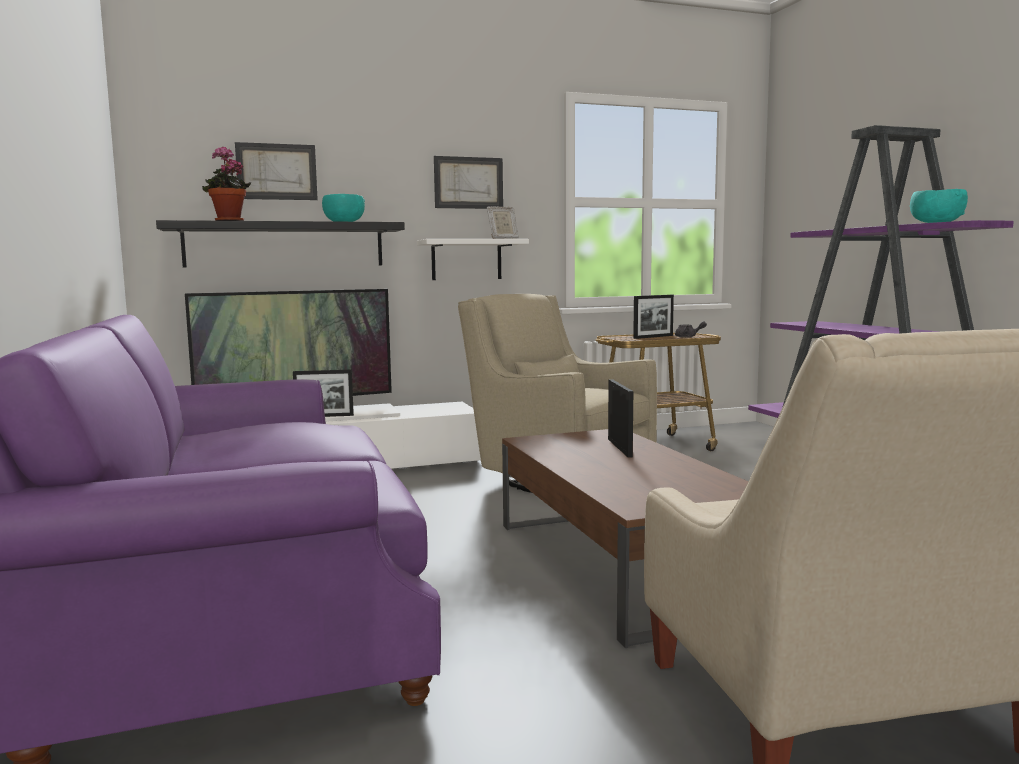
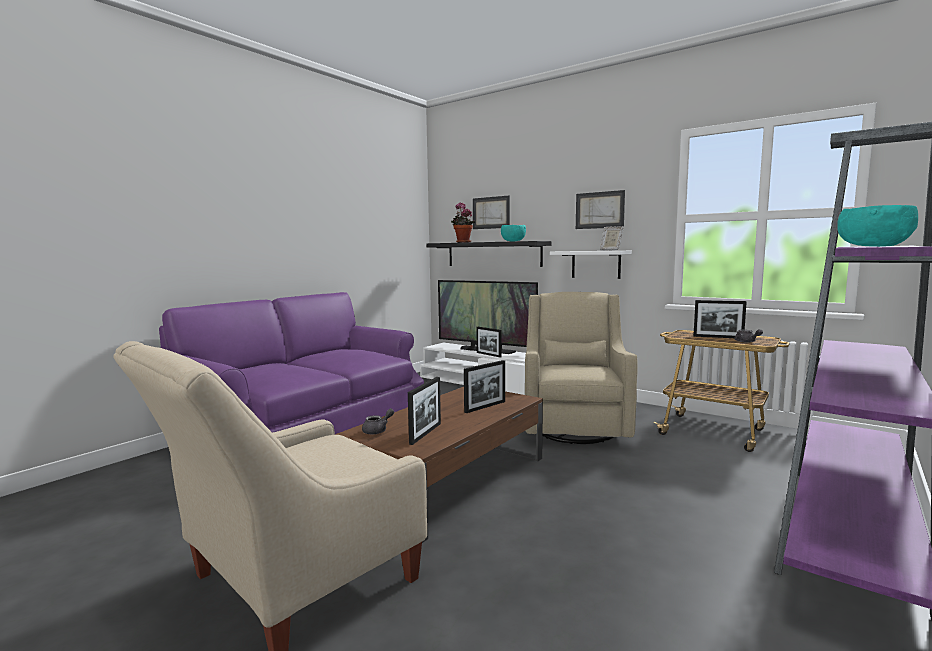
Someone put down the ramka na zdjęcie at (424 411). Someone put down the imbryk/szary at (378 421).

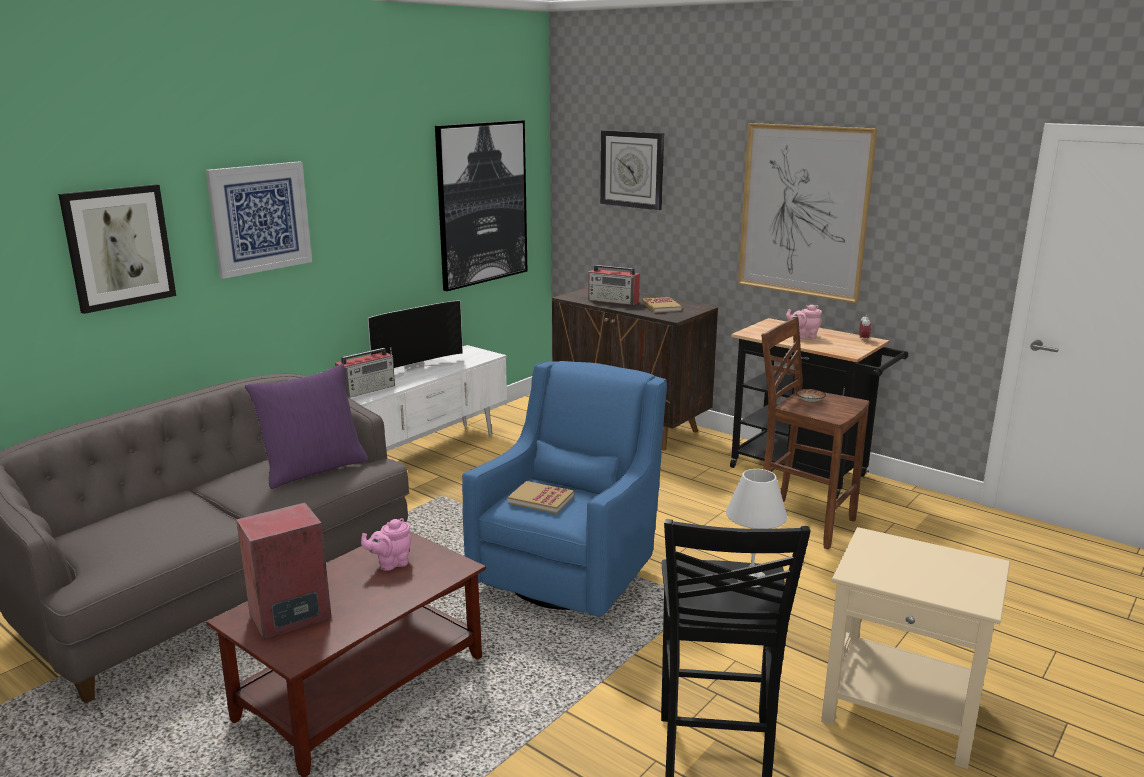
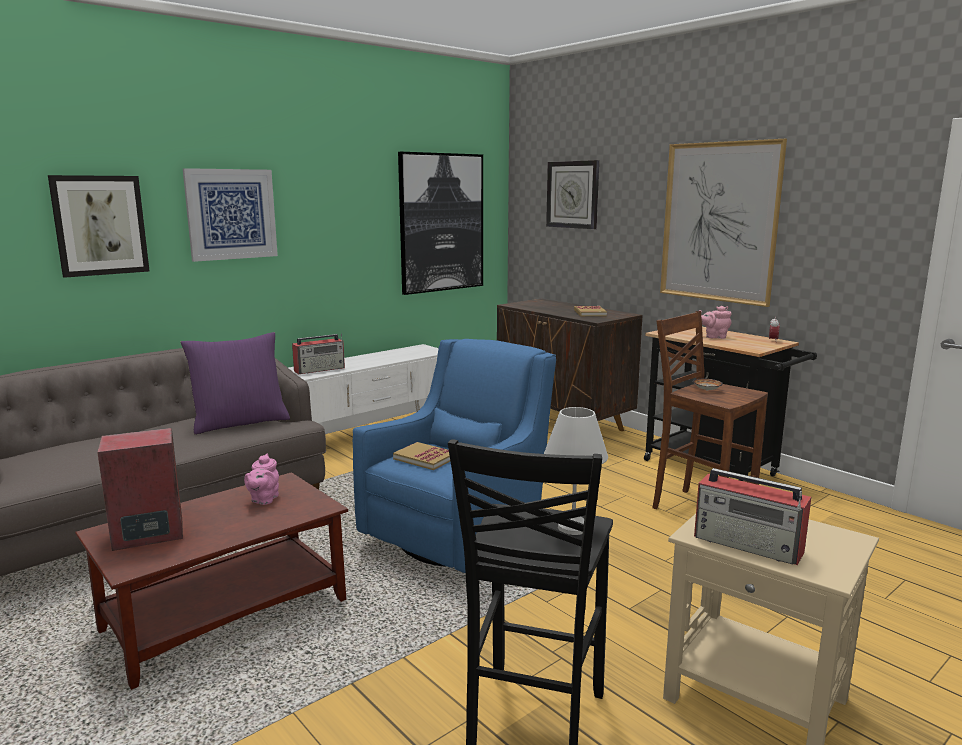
Someone carried the radio from (614 285) to (752 516). Someone took away the telewizor at (415 339). Someone rotated the imbryk/różowy at (386 544) by 60 degrees counterclockwise.

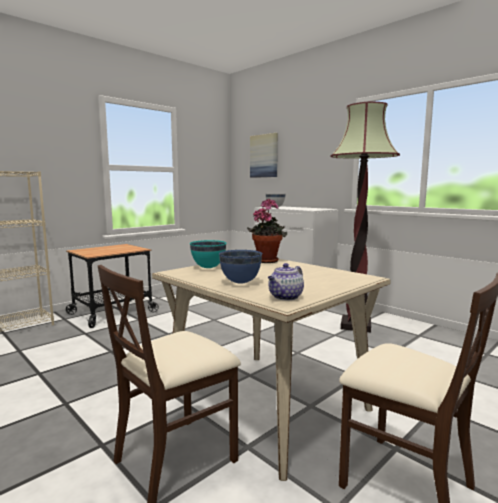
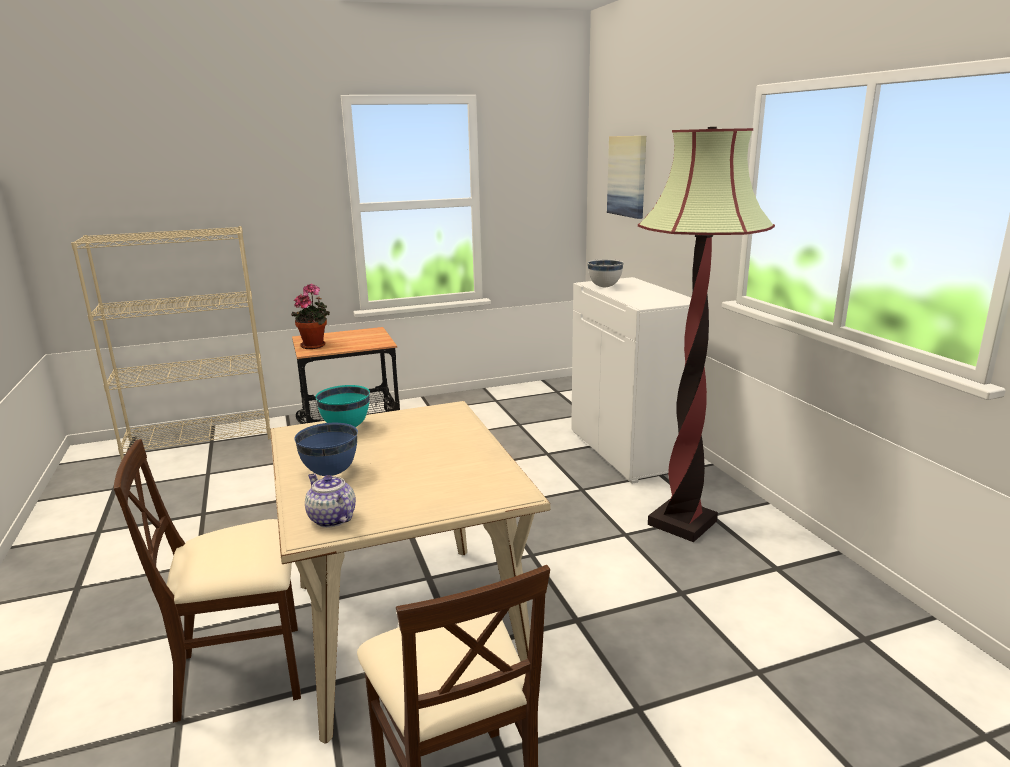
Someone carried the roślina doniczkowa from (267 230) to (310 316). Someone rotated the imbryk at (286 281) by 75 degrees clockwise.

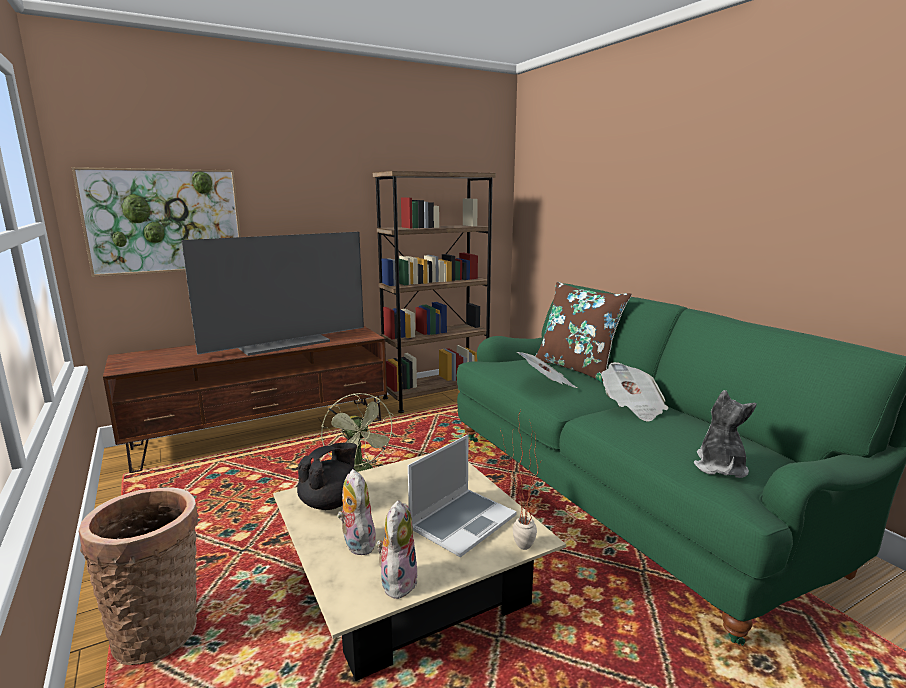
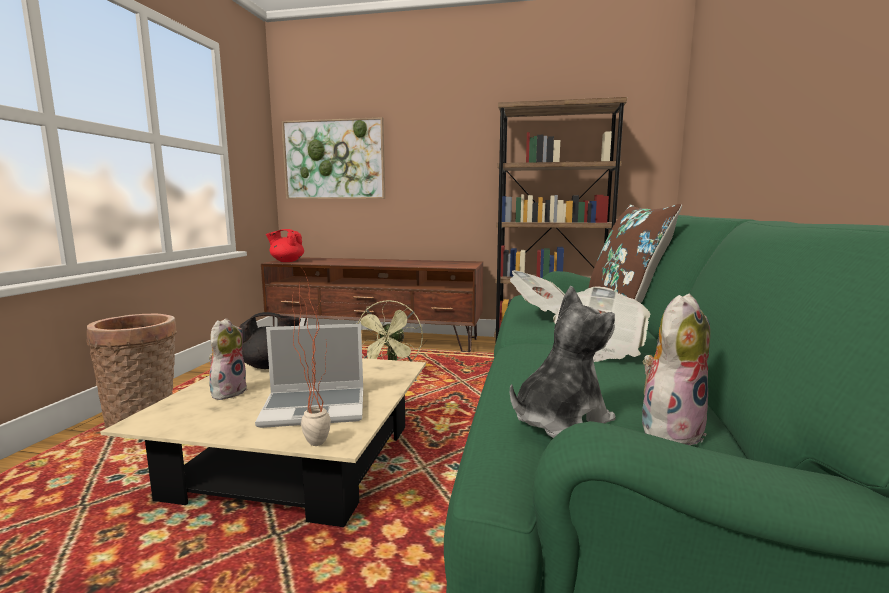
Someone took away the telewizor at (272 294). Someone carried the pluszak from (397 549) to (676 370). Someone put down the imbryk/czerwony at (285 245).

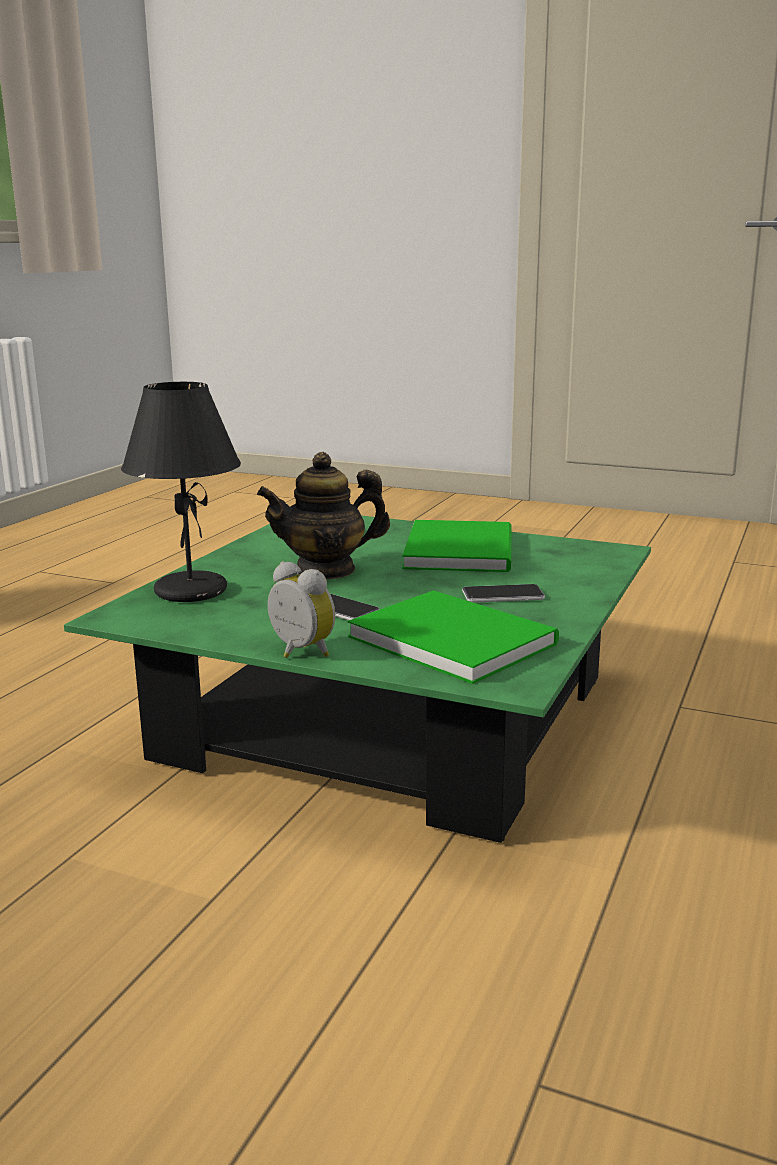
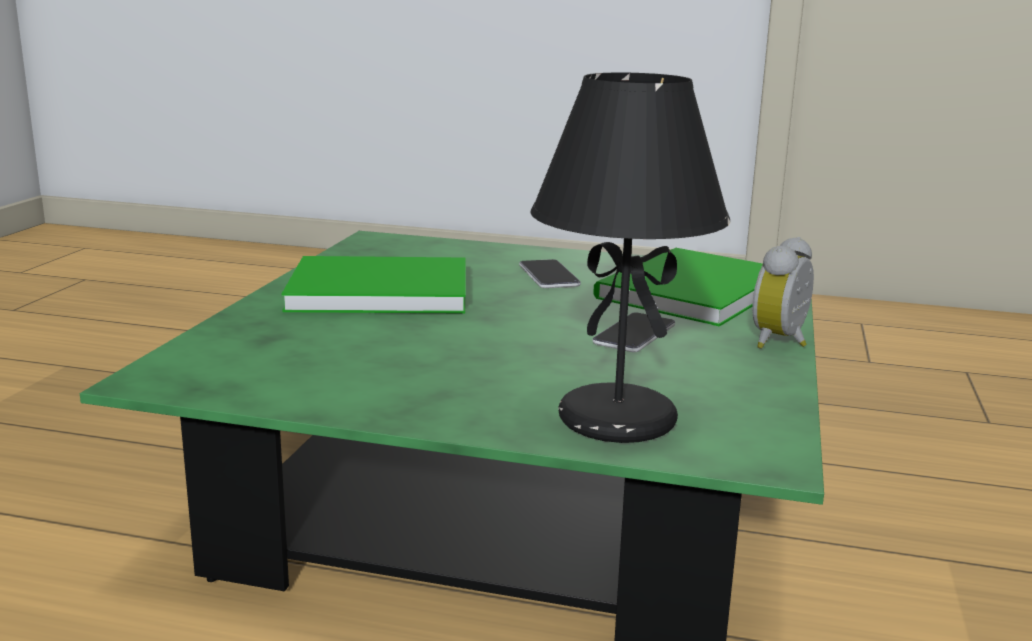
Someone took away the imbryk at (323 516).

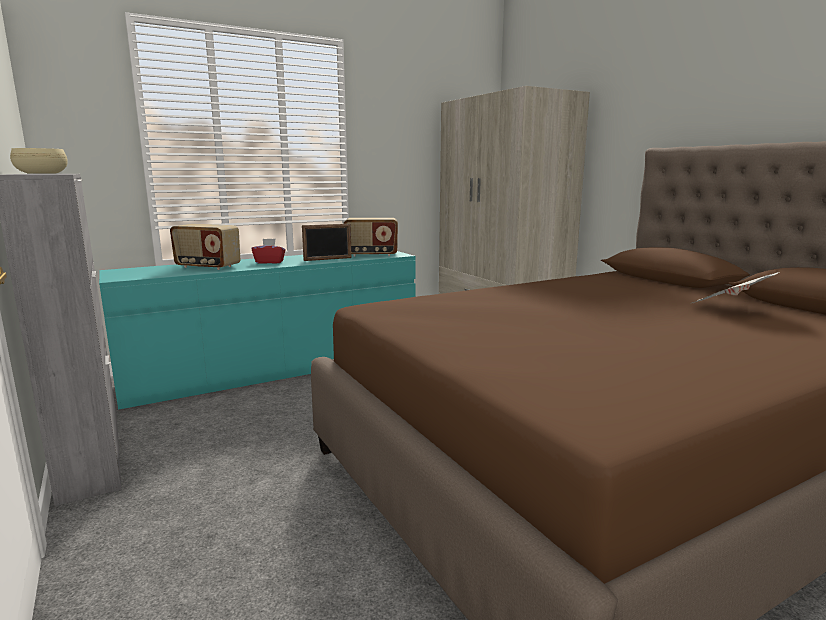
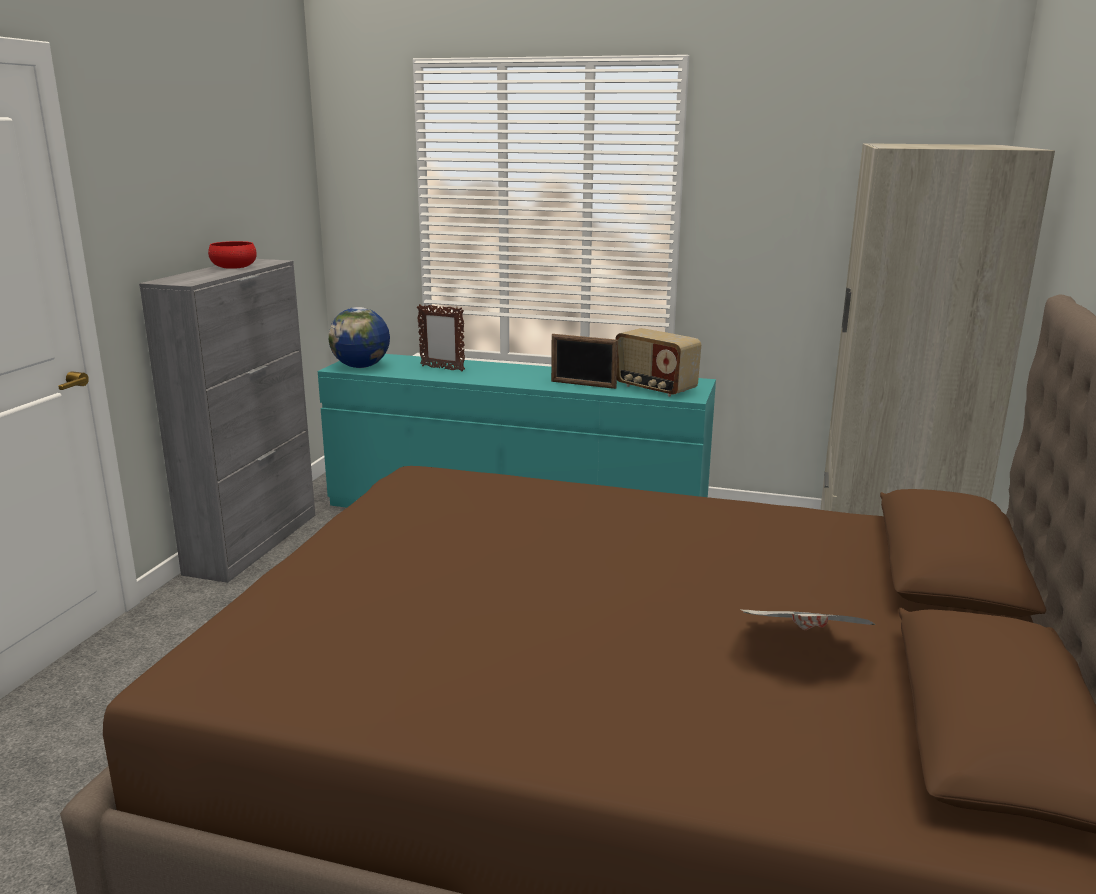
Someone repainted the miska/beżowy at (39 161), which became the miska/czerwony at (232 255). Someone swapped the radio at (205 247) for the ramka na zdjęcie at (441 337). Someone took away the pudełko chusteczek/czerwony at (268 251). Someone put down the globus at (359 337).

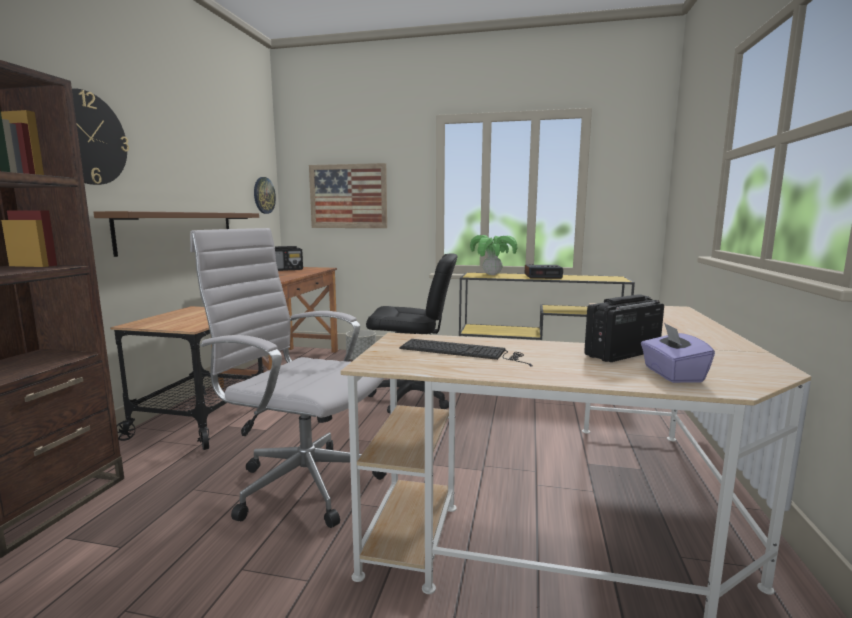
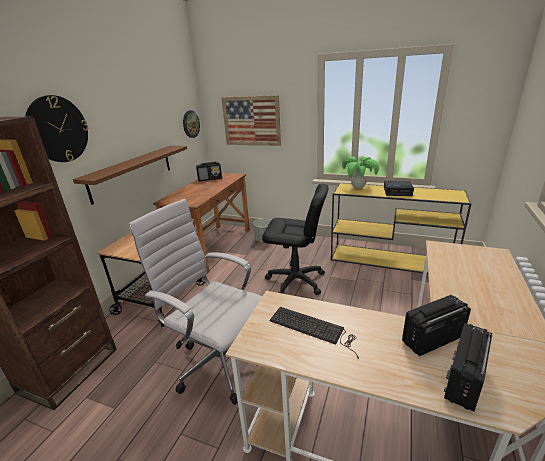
Someone swapped the pudełko chusteczek/fioletowy at (678 353) for the radio at (468 367).

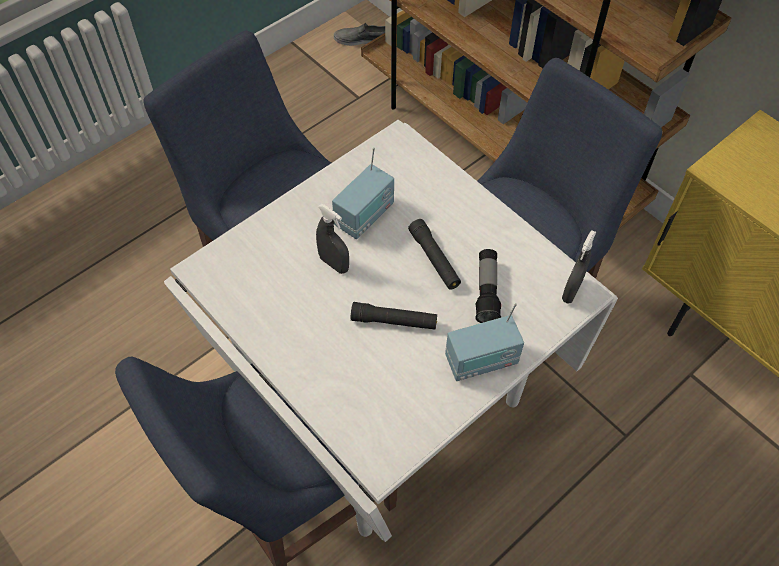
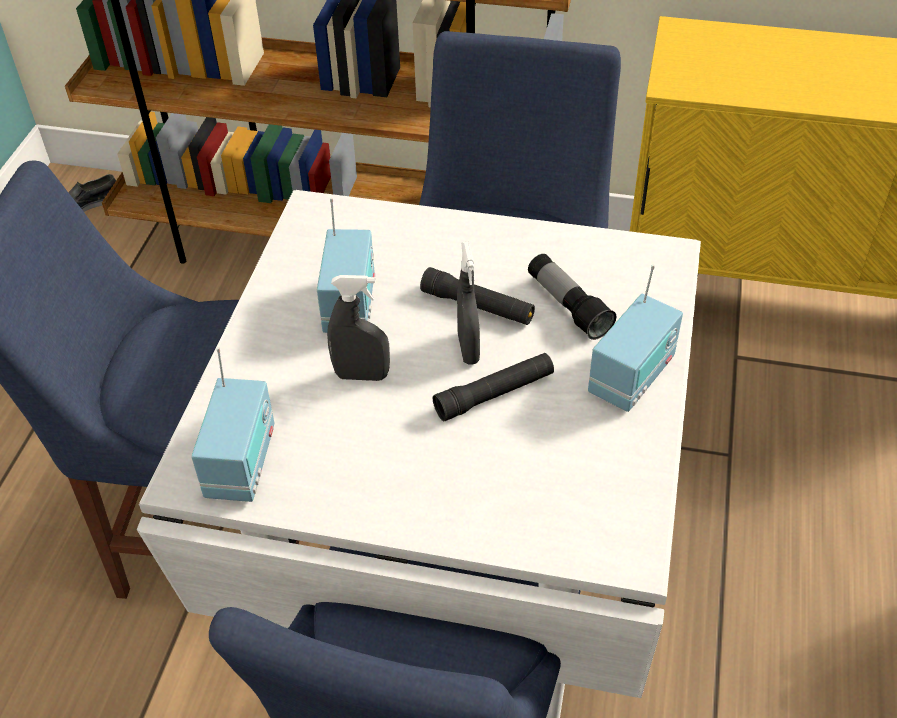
Someone carried the spryskiwacz/szary from (579 266) to (468 303). Someone put down the radio at (232 424).

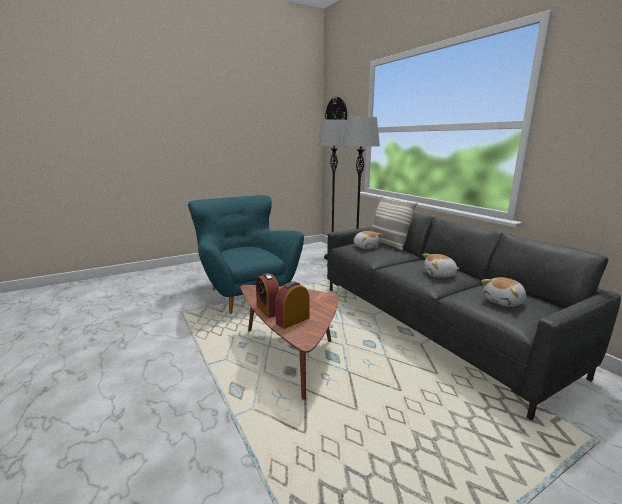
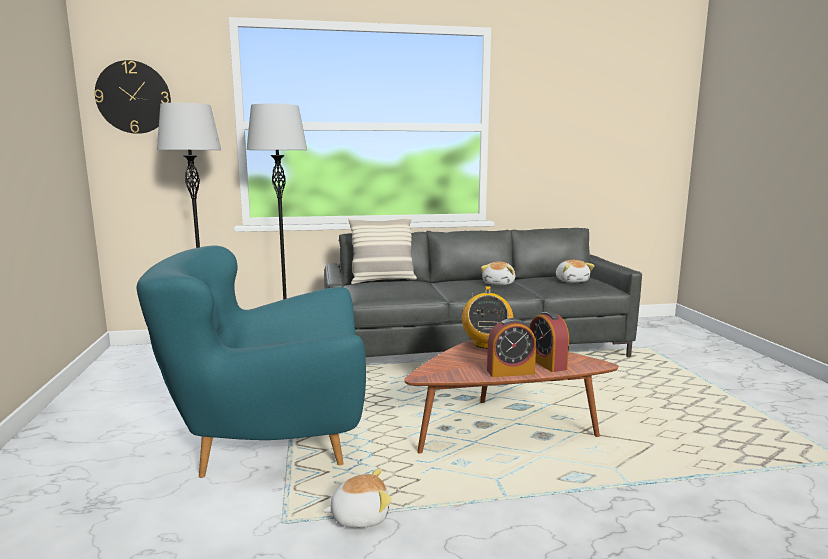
Someone carried the pluszak from (368 240) to (357 498). Someone put down the radio at (487 317).

